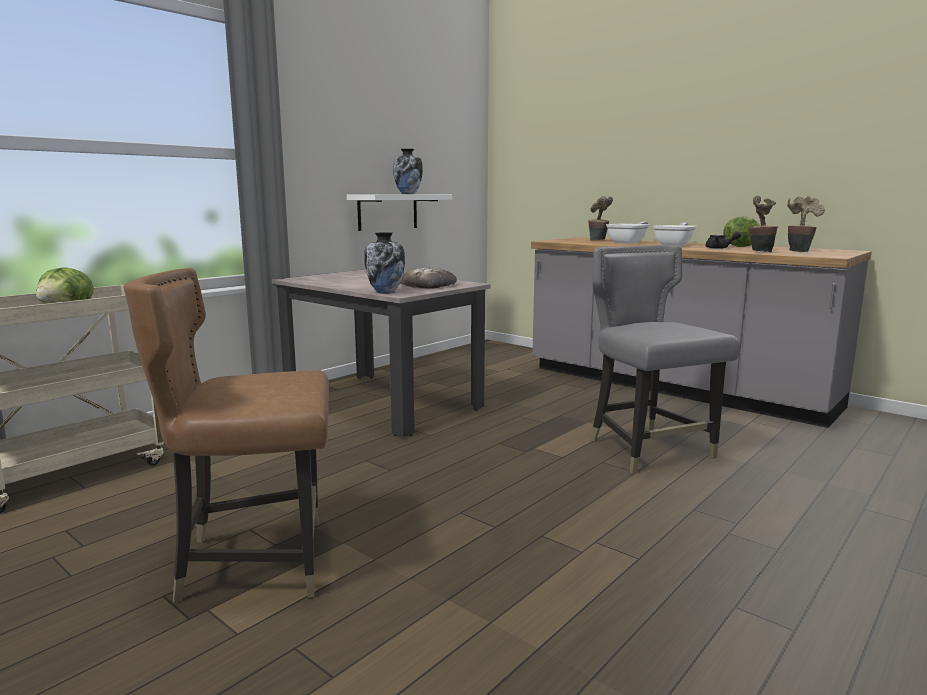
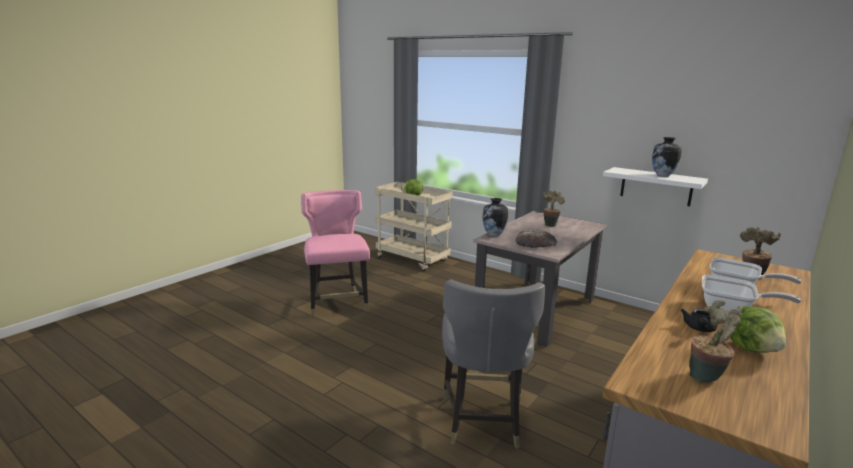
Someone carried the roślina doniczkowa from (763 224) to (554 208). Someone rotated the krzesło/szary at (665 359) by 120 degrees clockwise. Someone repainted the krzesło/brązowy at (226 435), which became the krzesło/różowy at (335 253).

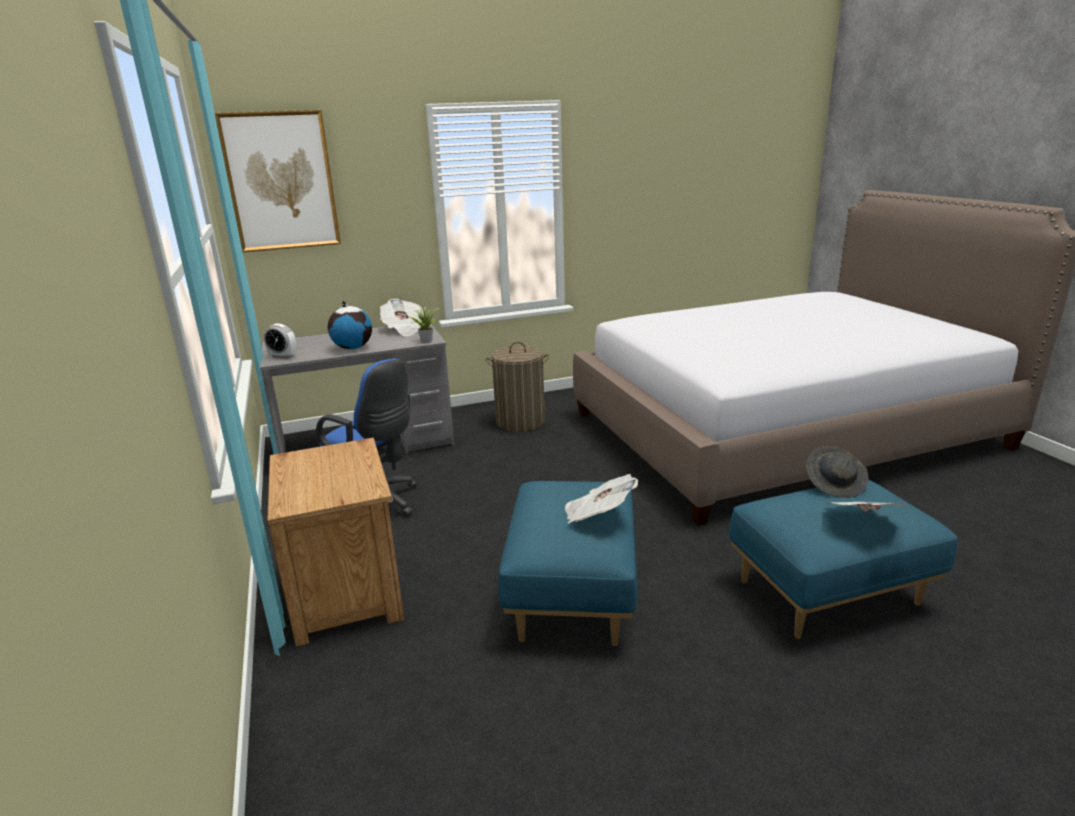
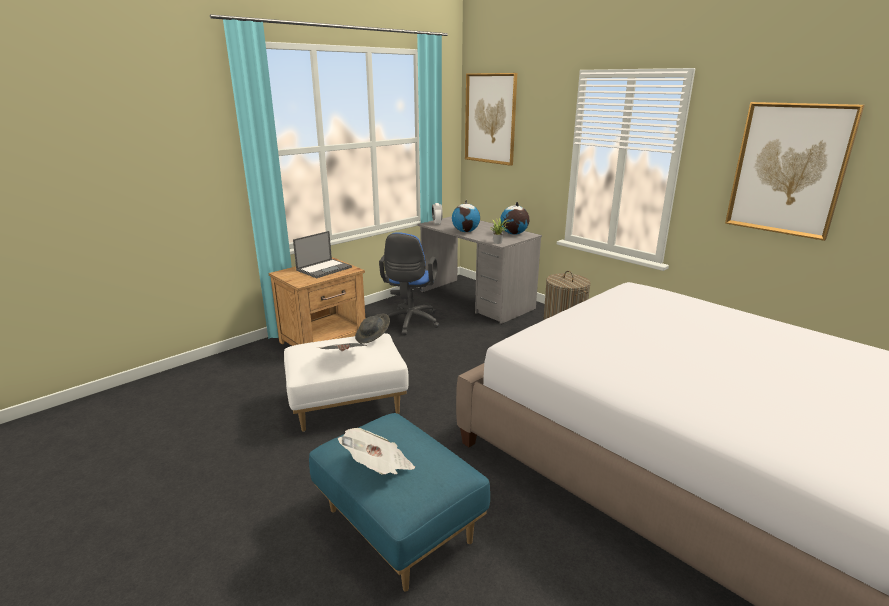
Someone swapped the gazeta at (402 317) for the globus at (514 218). Someone carried the kapelusz/szary from (837 472) to (372 329). Someone repainted the pufa/niebieski at (567 563), which became the pufa/biały at (346 382). Someone put up the obraz at (795 171). Someone put down the laptop at (322 254).

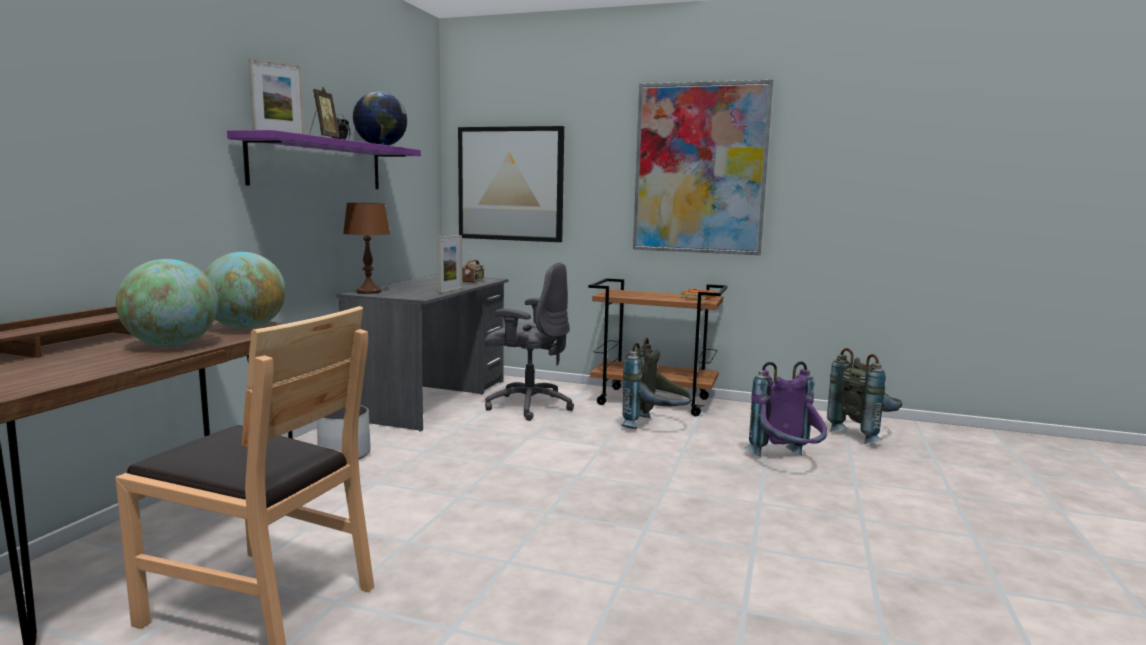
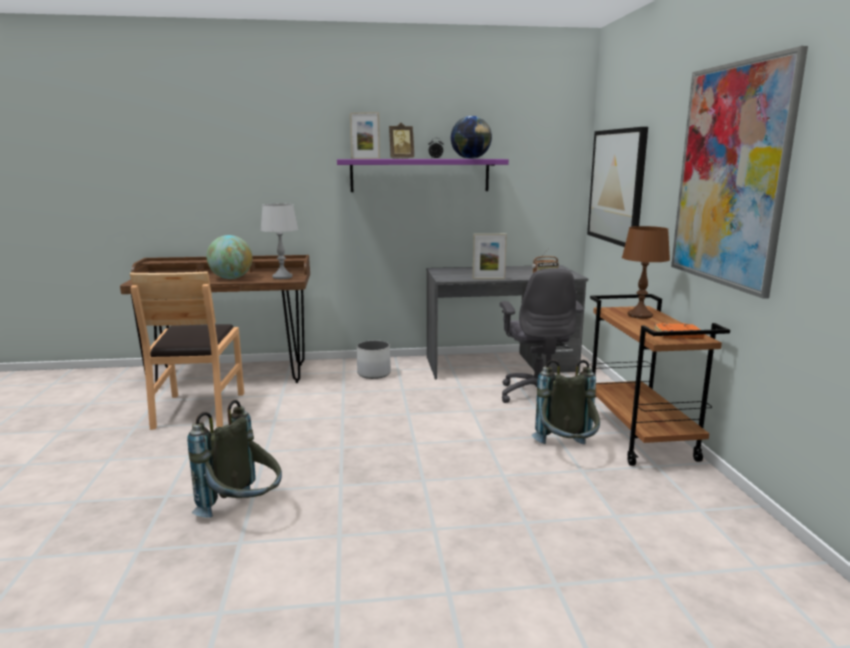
Someone carried the lampa stołowa/brązowy from (367 248) to (646 272). Someone swapped the globus at (245 290) for the lampa stołowa/szary at (279 241). Someone carried the plecak/szary from (864 396) to (234 459). Someone took away the plecak/fioletowy at (786 409).

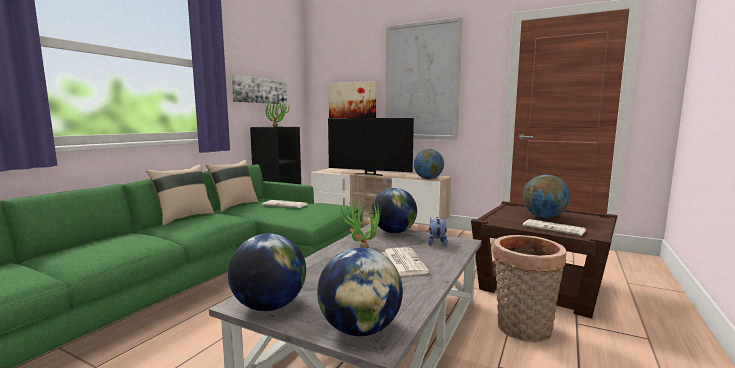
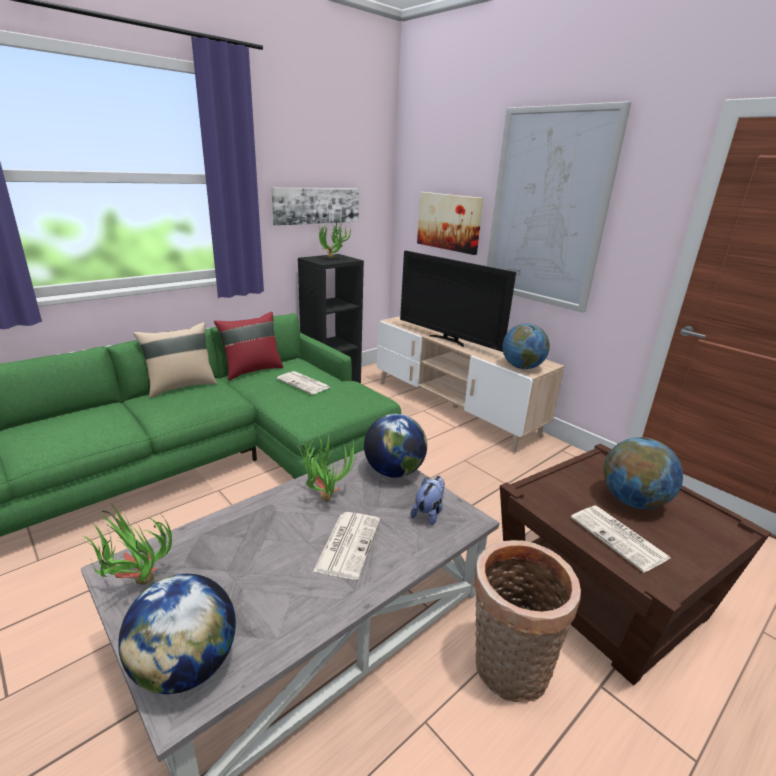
Someone repainted the poduszka/beżowy at (232 186), which became the poduszka/czerwony at (248 346). Someone swapped the globus at (267 272) for the roślina doniczkowa at (127 545).

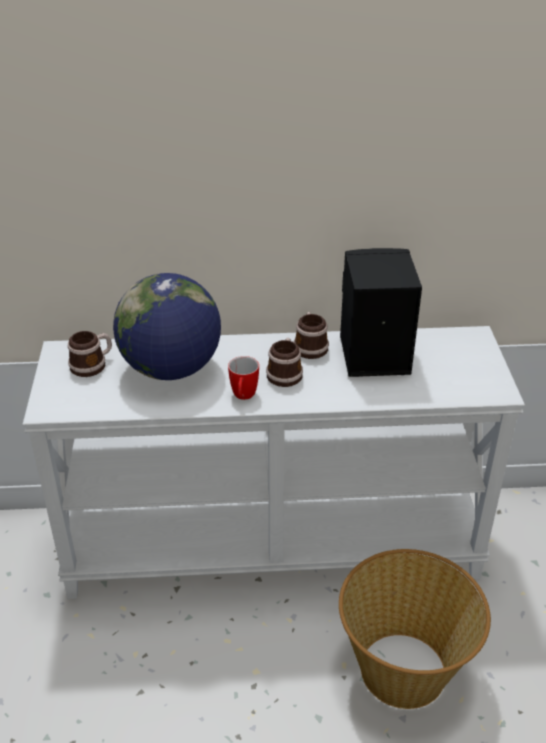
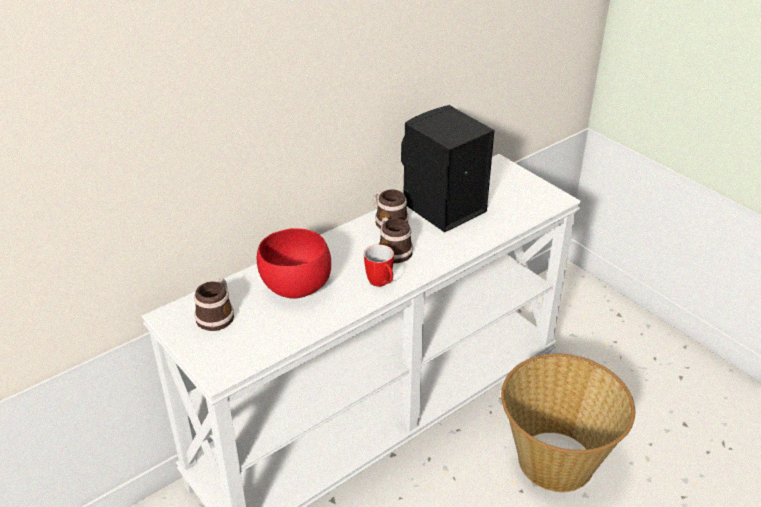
Someone swapped the globus at (167 326) for the miska/czerwony at (294 263).

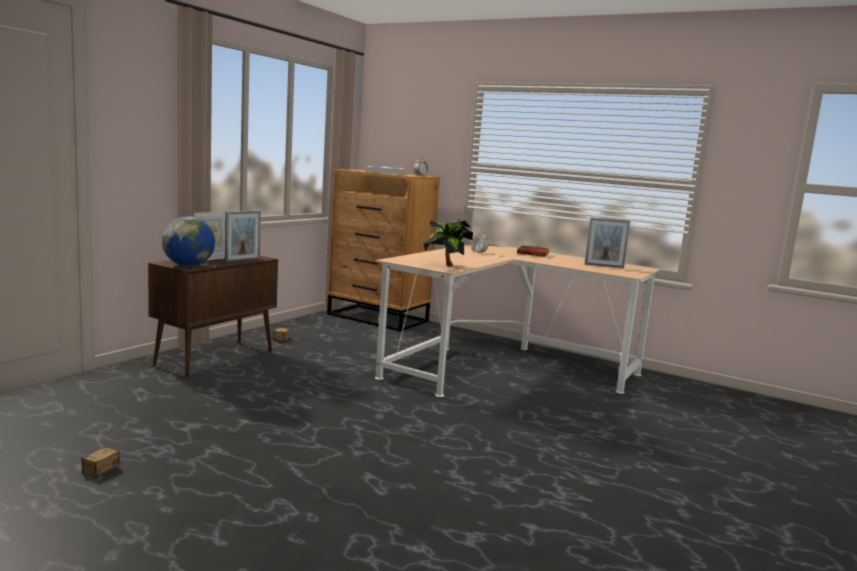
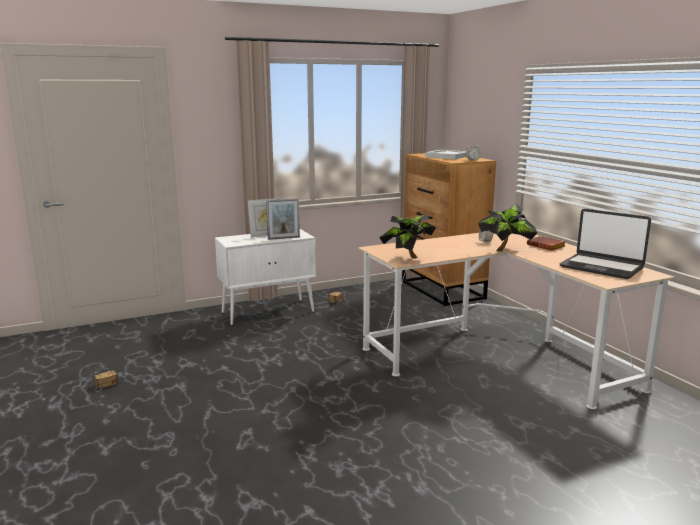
Someone took away the globus at (188 241). Someone swapped the ramka na zdjęcie at (607 242) for the laptop at (605 244). Someone repainted the szafka/brązowy at (213 317), which became the szafka/biały at (265 277). Someone put down the roślina doniczkowa at (508 228).

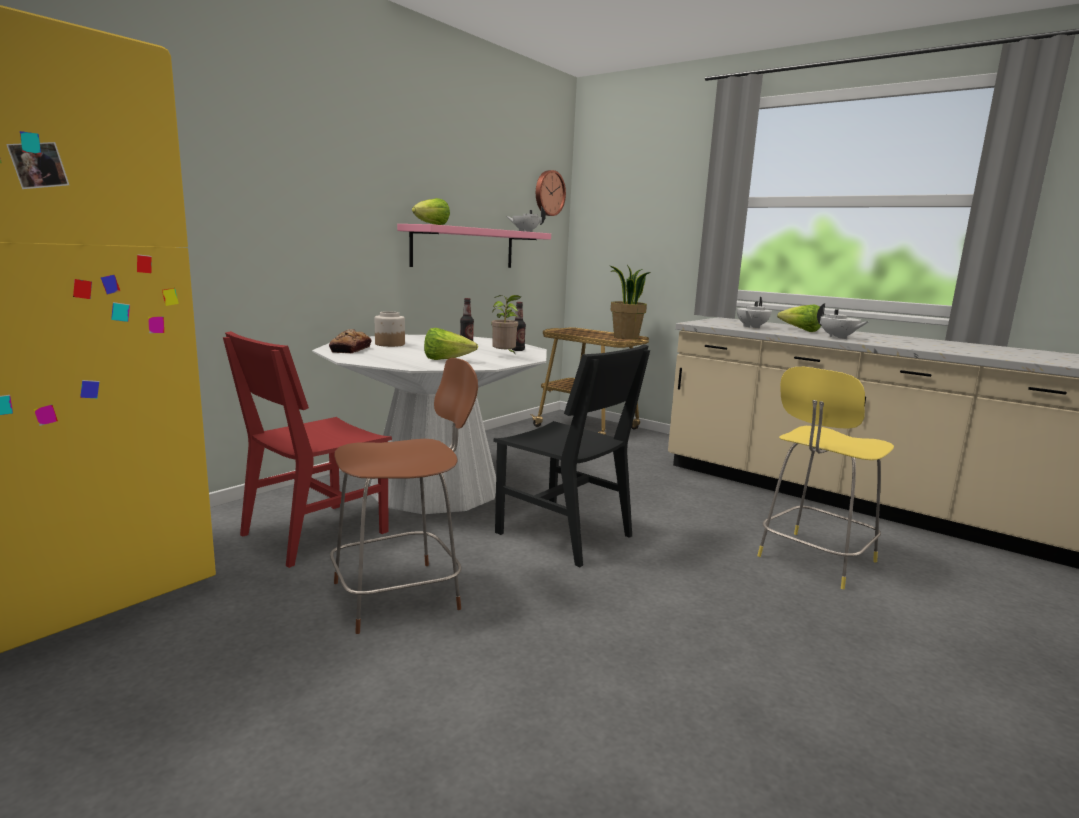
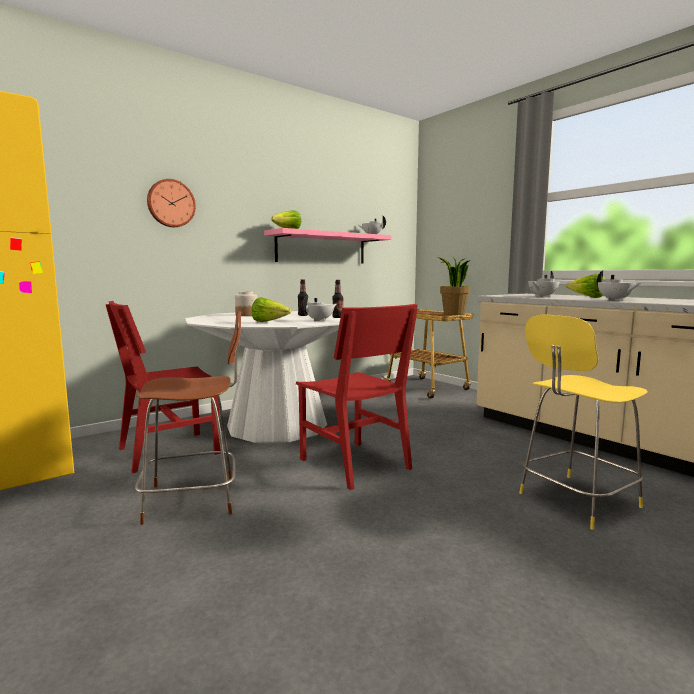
Someone carried the zegar ścienny from (551 193) to (171 203). Someone swapped the roślina doniczkowa at (506 324) for the imbryk/biały at (319 307). Someone took away the chleb at (350 341). Someone repainted the krzesło/czarny at (571 455), which became the krzesło/czerwony at (357 397).

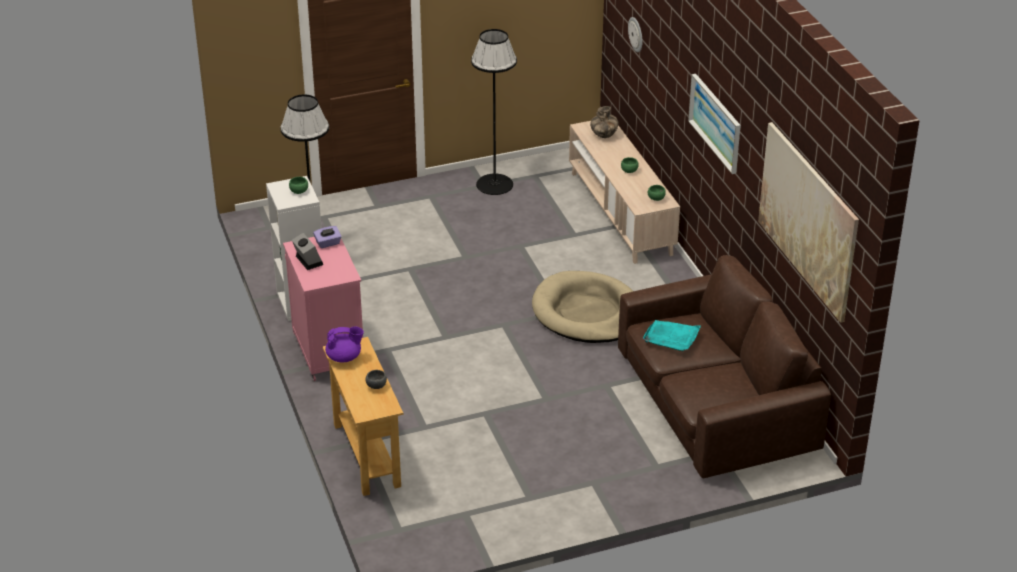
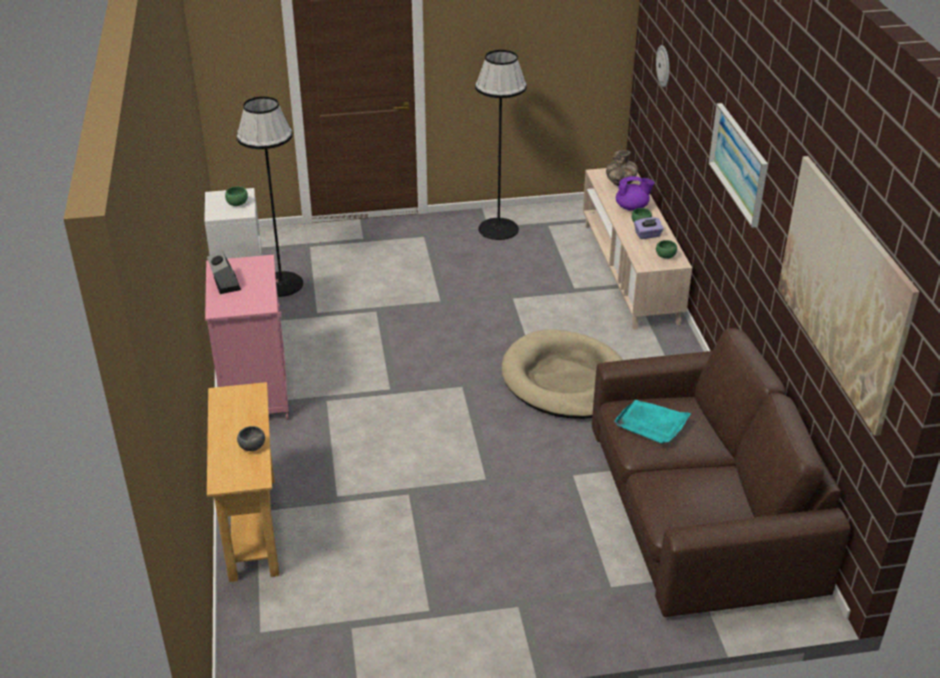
Someone carried the pudełko chusteczek/fioletowy from (327 237) to (649 228). Someone carried the imbryk/fioletowy from (344 344) to (635 193).

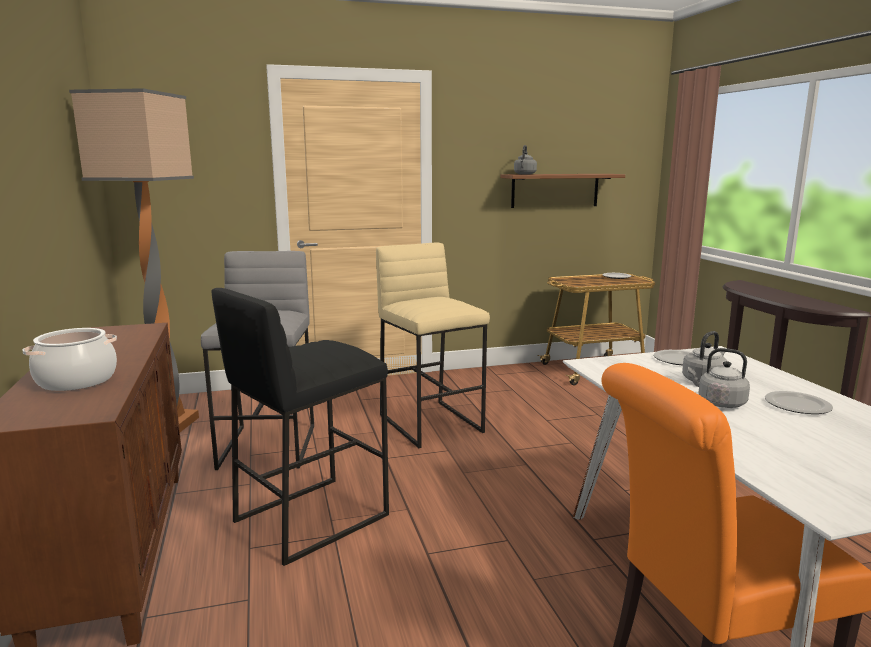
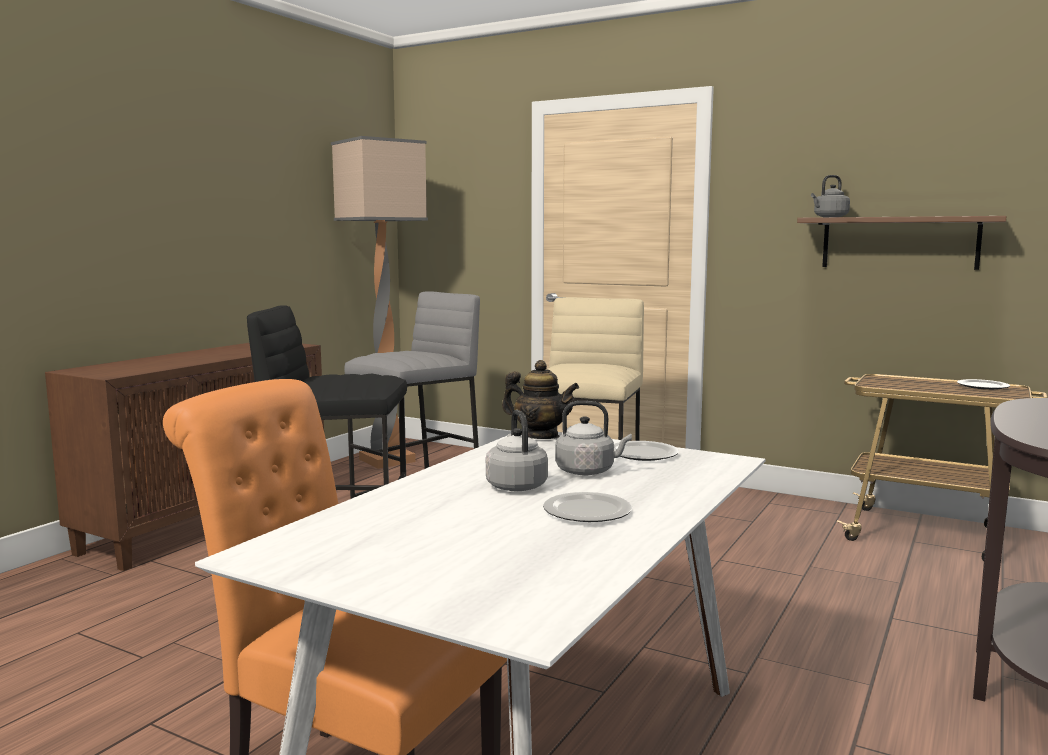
Someone took away the garnek at (69 359). Someone put down the imbryk at (540 399).

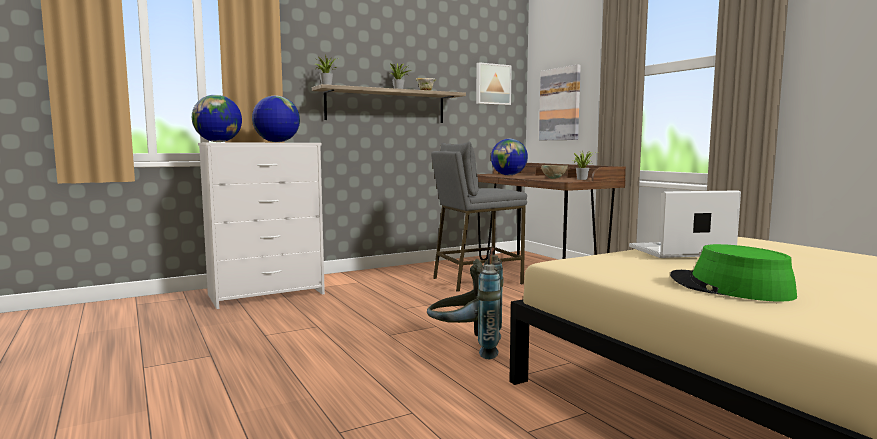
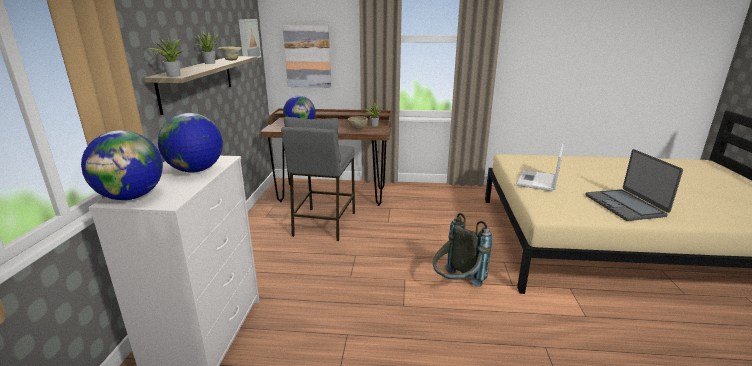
Someone swapped the kapelusz/zielony at (733 273) for the laptop at (634 185).

